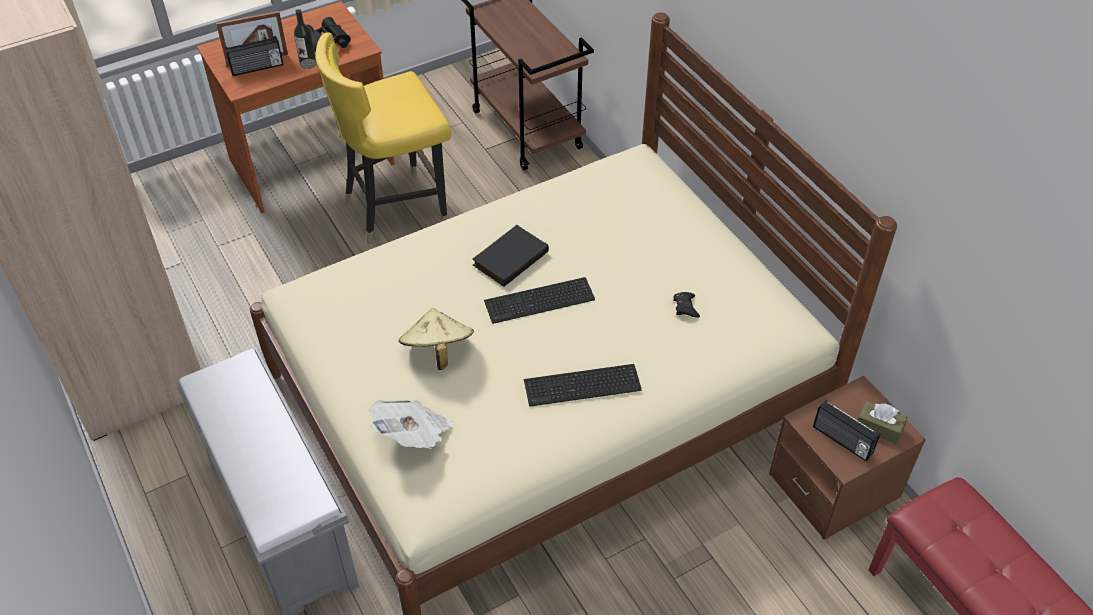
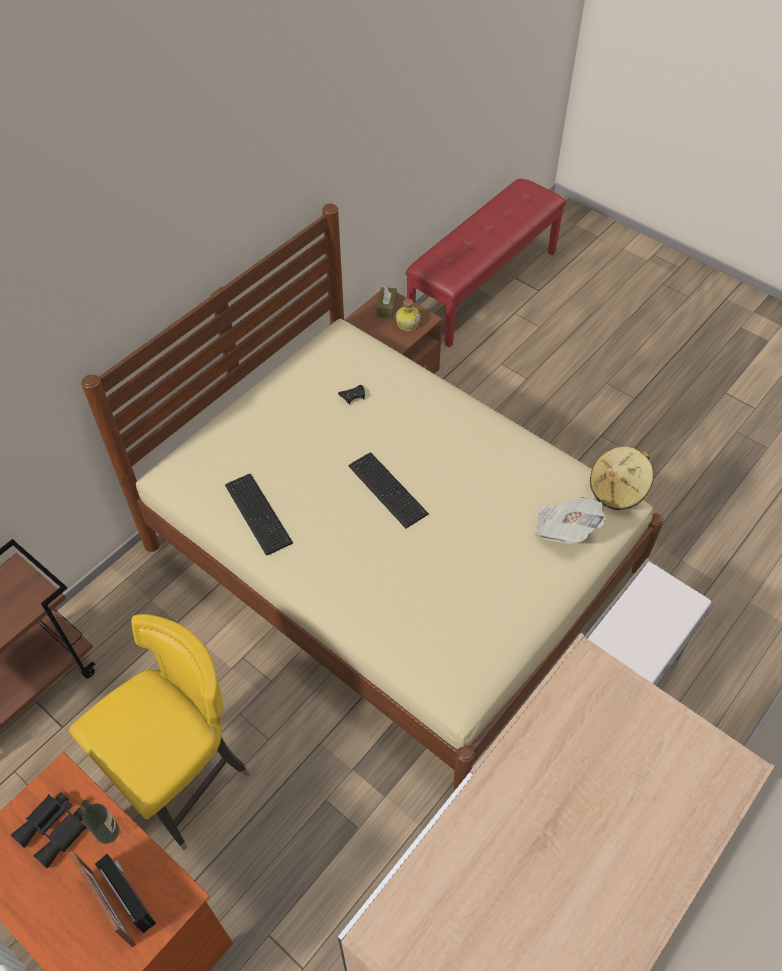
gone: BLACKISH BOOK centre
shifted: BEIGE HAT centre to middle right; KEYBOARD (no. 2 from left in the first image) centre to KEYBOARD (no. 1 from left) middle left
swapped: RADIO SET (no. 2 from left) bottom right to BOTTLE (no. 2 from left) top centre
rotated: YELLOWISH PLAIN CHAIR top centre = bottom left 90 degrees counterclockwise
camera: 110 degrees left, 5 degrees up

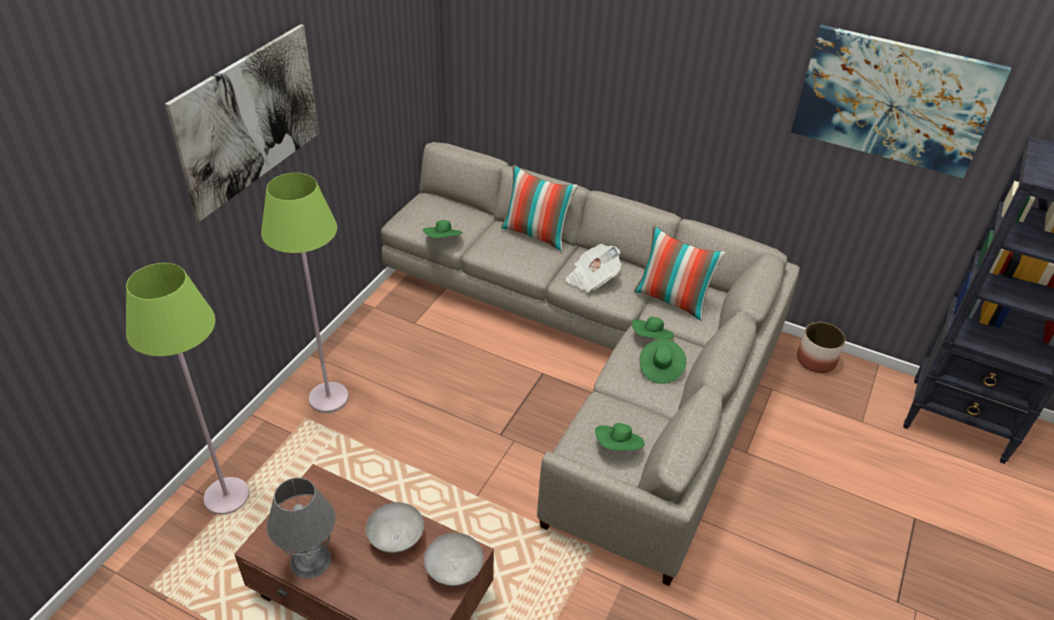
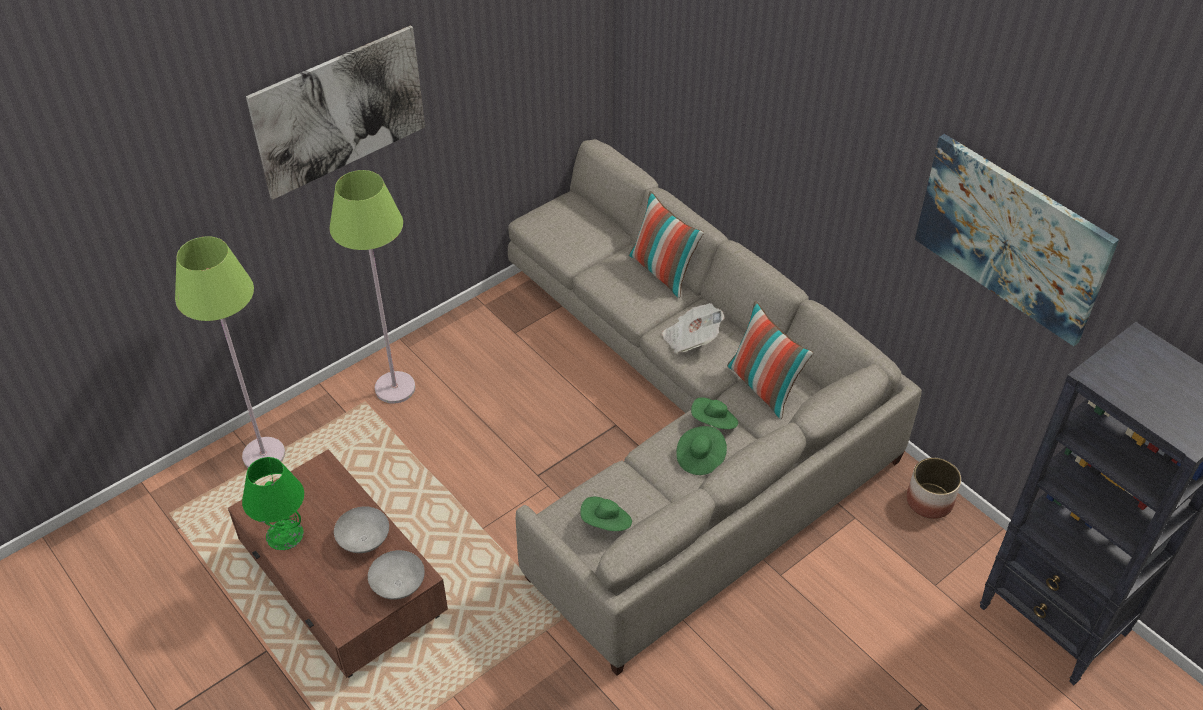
gone: GREEN-COLOURED HAT (no. 1 from left) centre
repainted: GREYISH TABLETOP LAMP bottom left to GREEN-COLOURED TABLETOP LAMP bottom left
camera: 25 degrees right, 5 degrees up

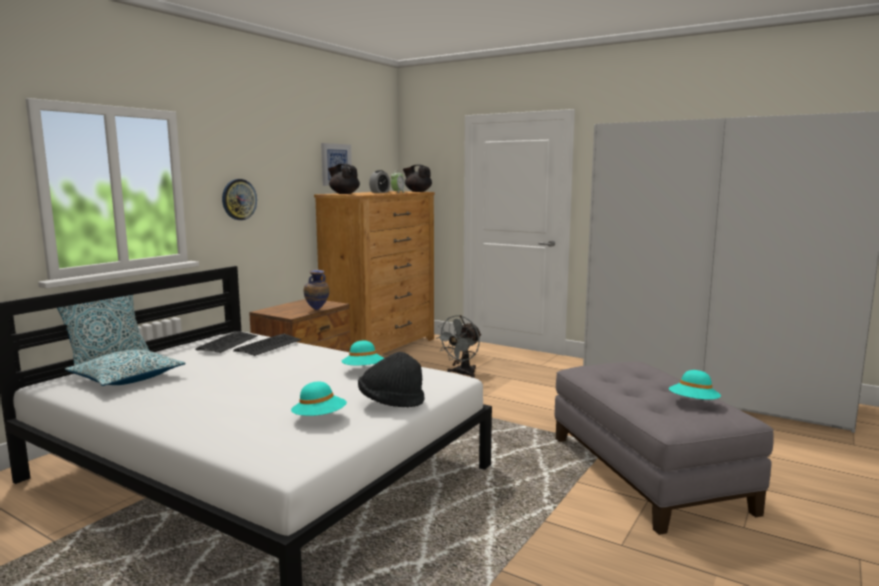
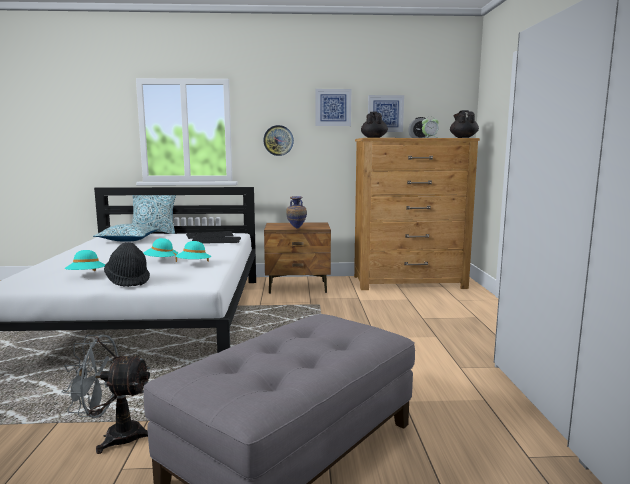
new: WALL PICTURE (no. 1 from left) top centre
shifted: GREYISH FAN centre to bottom left; BLUE-GREEN HAT (no. 3 from left in the first image) middle right to BLUE-GREEN HAT (no. 2 from left) middle left
camera: 55 degrees right, 0 degrees up

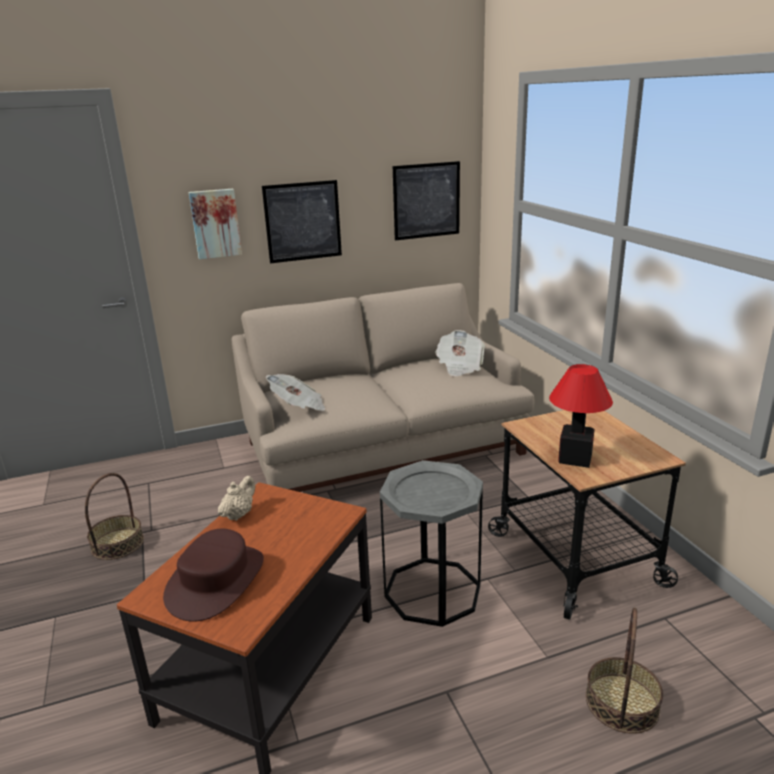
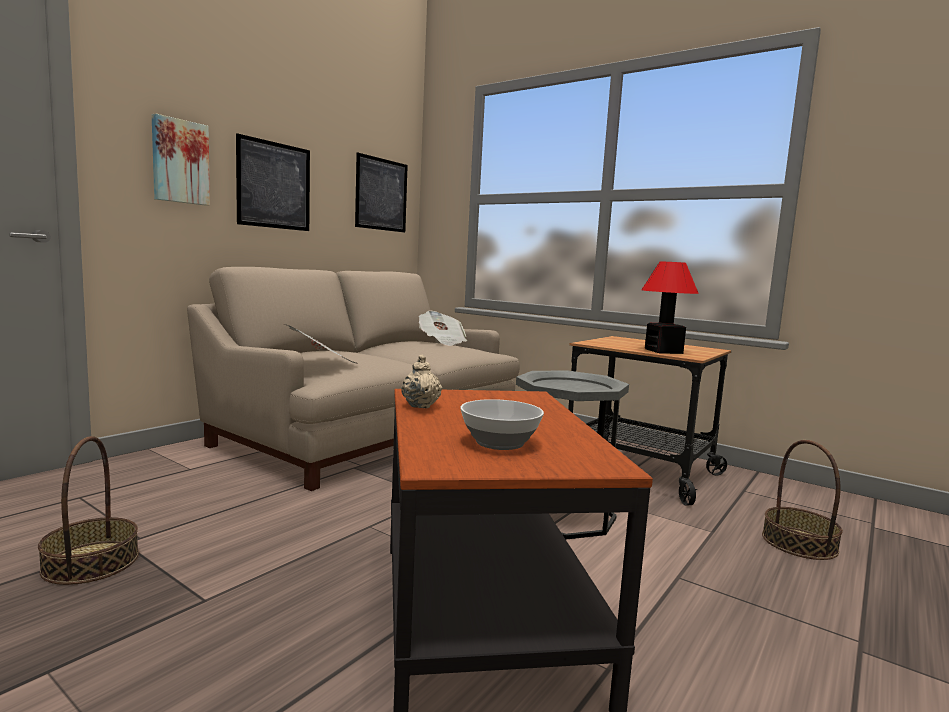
swapped: BROWN-COLOURED HAT bottom left to DEEP DISH centre
camera: 35 degrees left, 15 degrees down

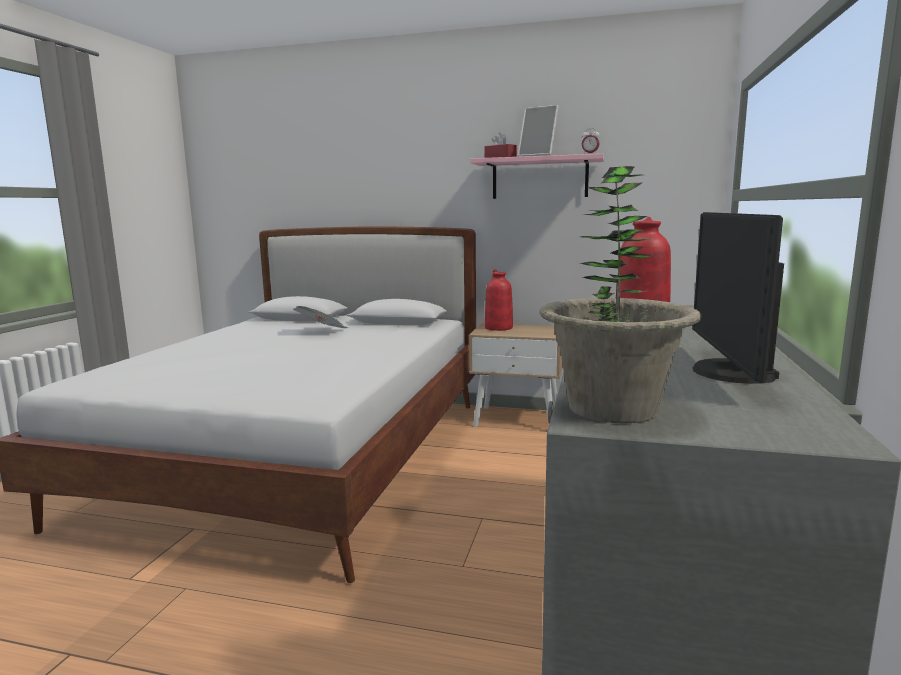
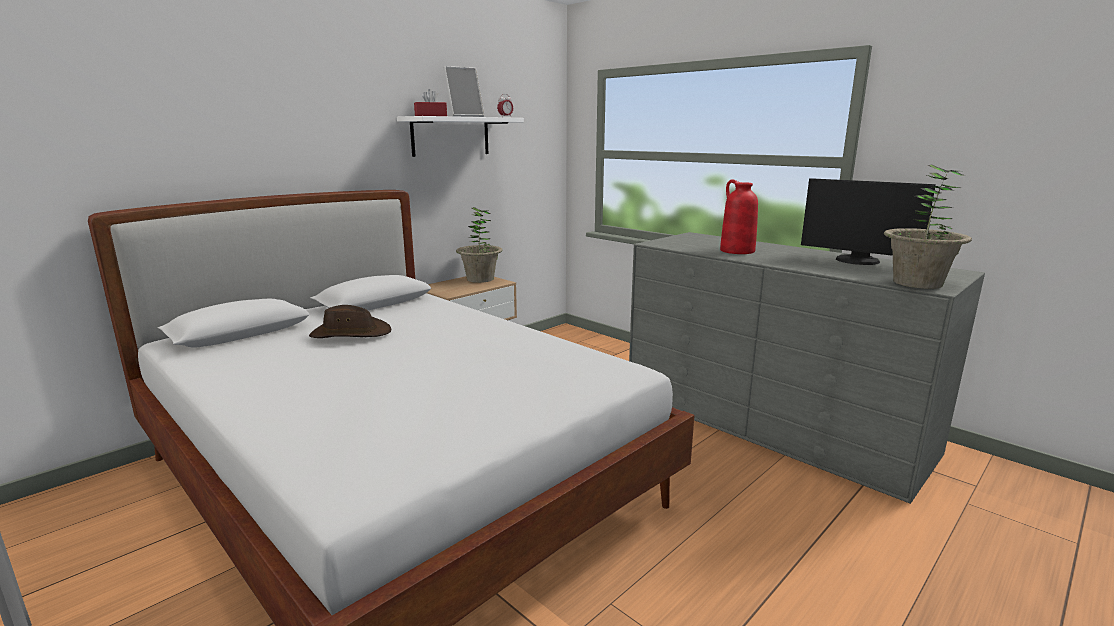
gone: RED DECORATIVE VASE (no. 1 from left) centre
new: POTTED PLANT (no. 1 from left) centre
swapped: NEWSPAPER centre to BROWN-COLOURED HAT middle left
repainted: PINKISH BRACKET SHELF top centre to WHITE-COLOURED BRACKET SHELF top centre
camera: 60 degrees left, 5 degrees up

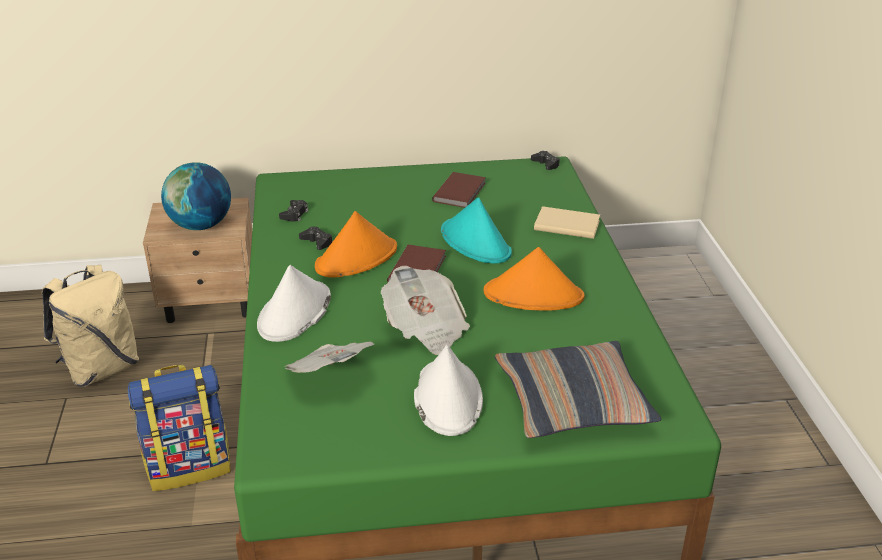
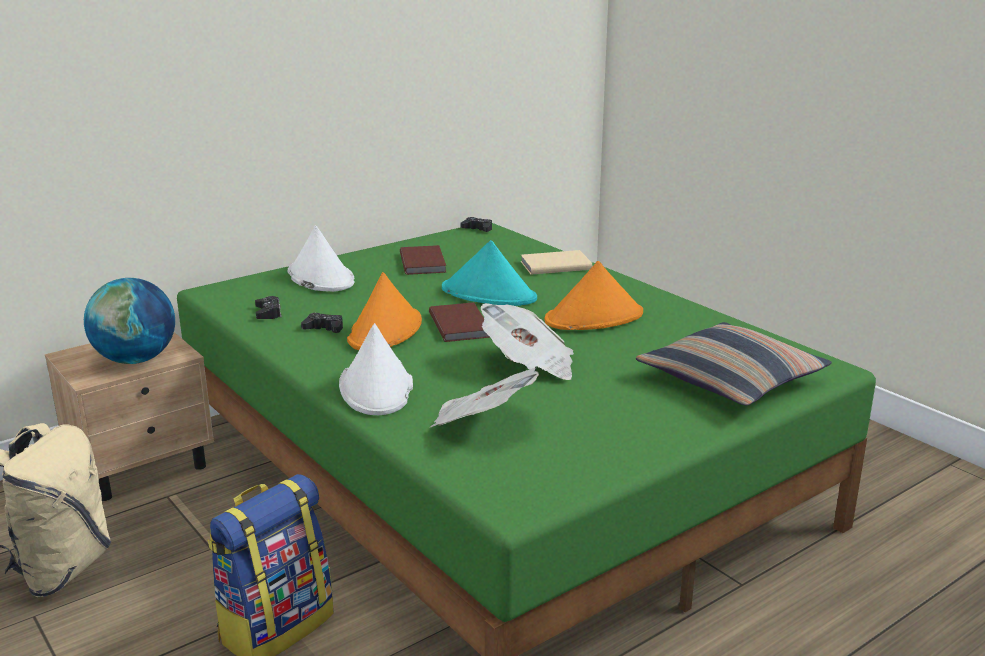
shifted: WHITE-COLOURED HAT (no. 2 from left in the first image) bottom centre to WHITE-COLOURED HAT (no. 1 from left) middle left
camera: 30 degrees left, 10 degrees down

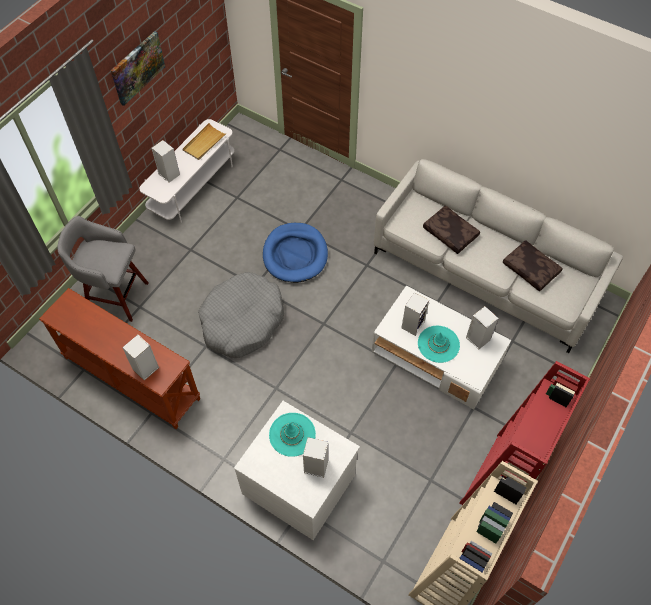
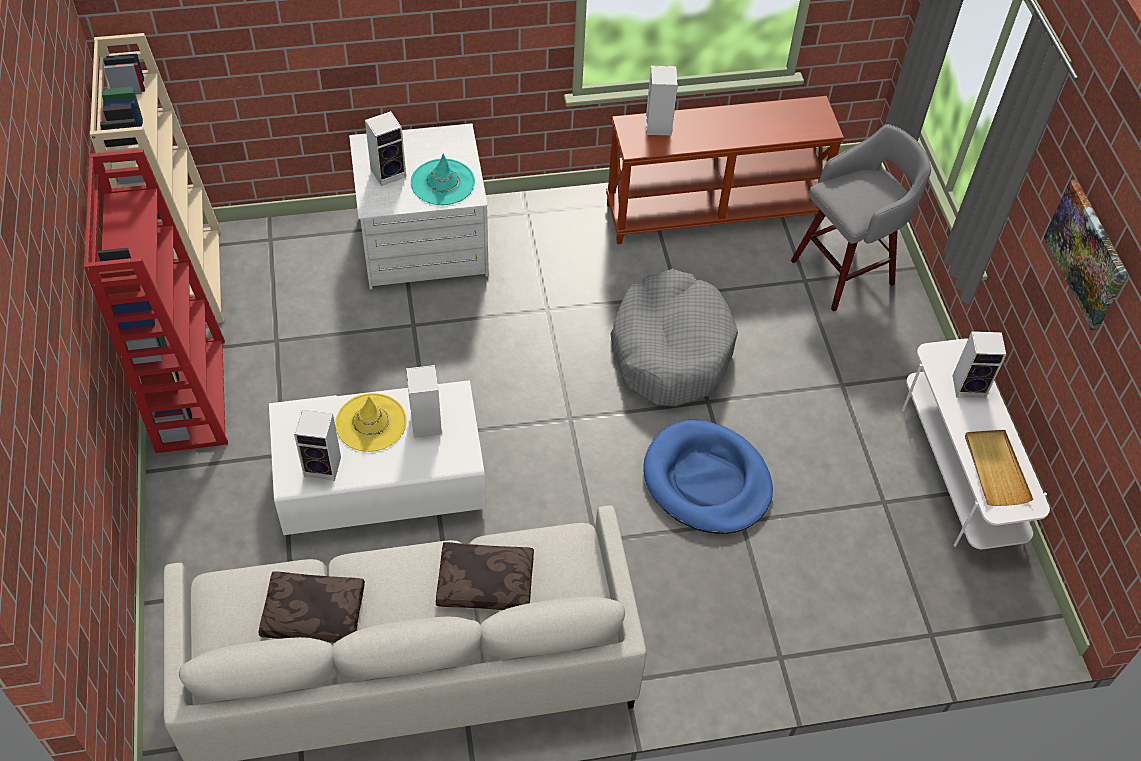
repainted: BLUE-GREEN HAT (no. 2 from left) middle right to YELLOWISH HAT middle left
camera: 135 degrees right, 5 degrees down

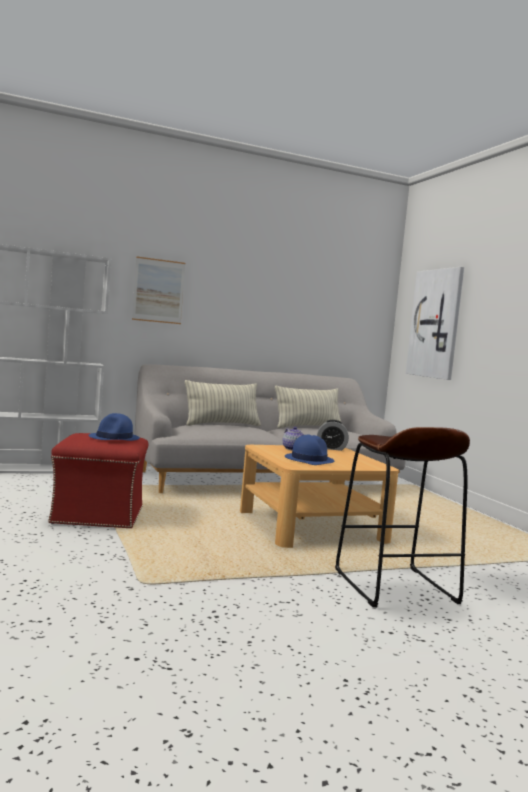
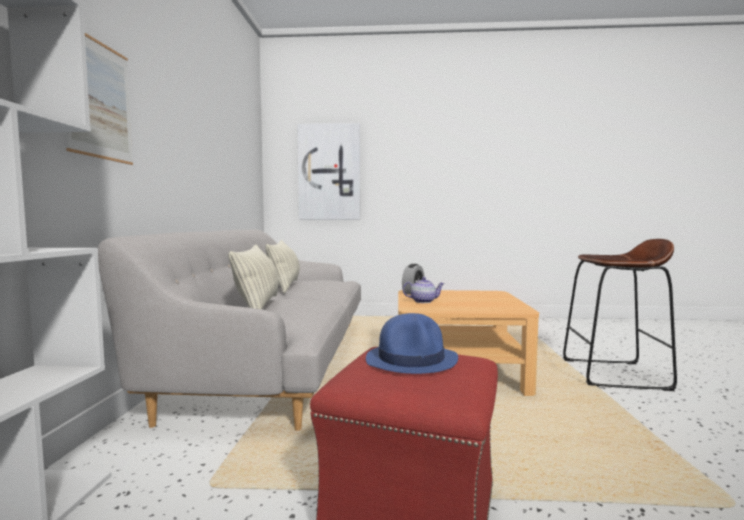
gone: BLUISH HAT (no. 2 from left) centre
camera: 65 degrees left, 0 degrees up

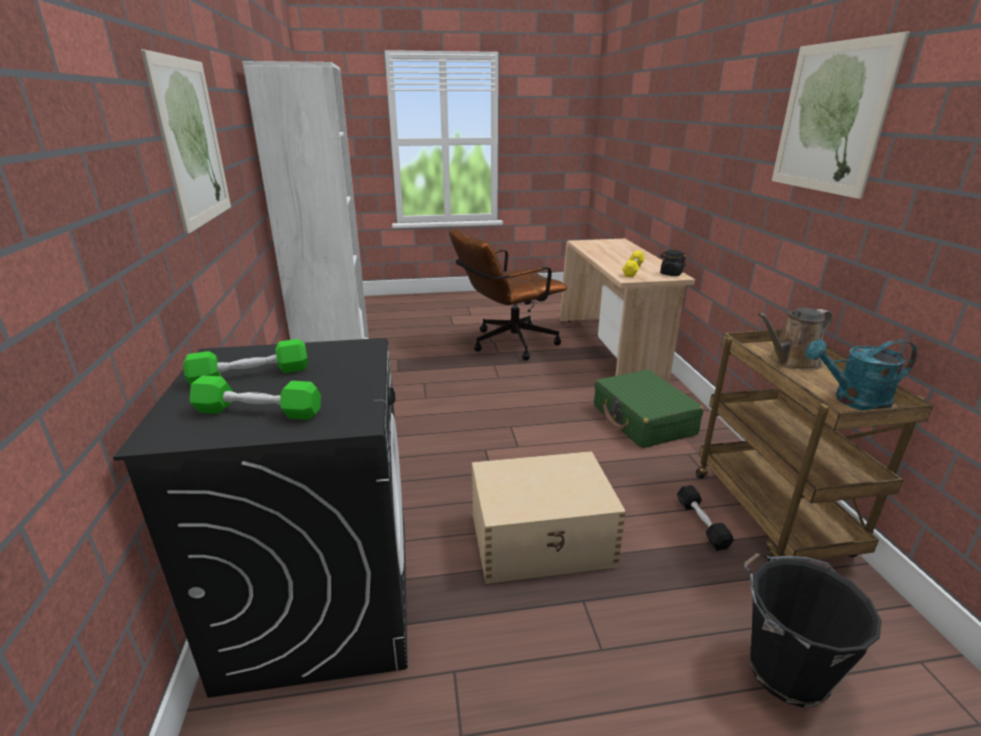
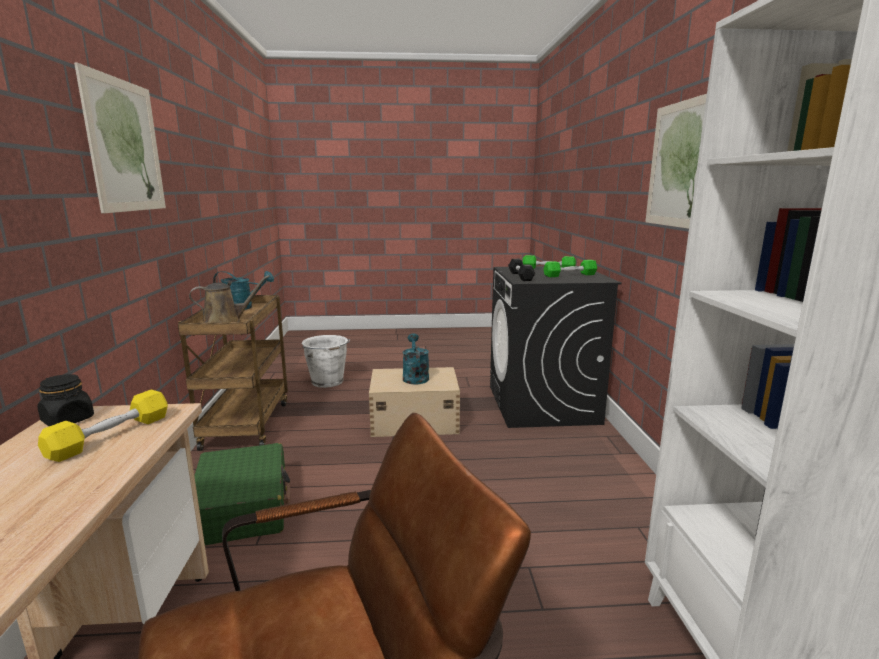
new: BLUE-GREEN SPRINKLING CAN (no. 2 from left) centre
shifted: BLACKISH HAND WEIGHT bottom right to centre
repainted: BLACKISH WATER BUCKET bottom right to WHITE-COLOURED WATER BUCKET centre
camera: 175 degrees left, 10 degrees down

